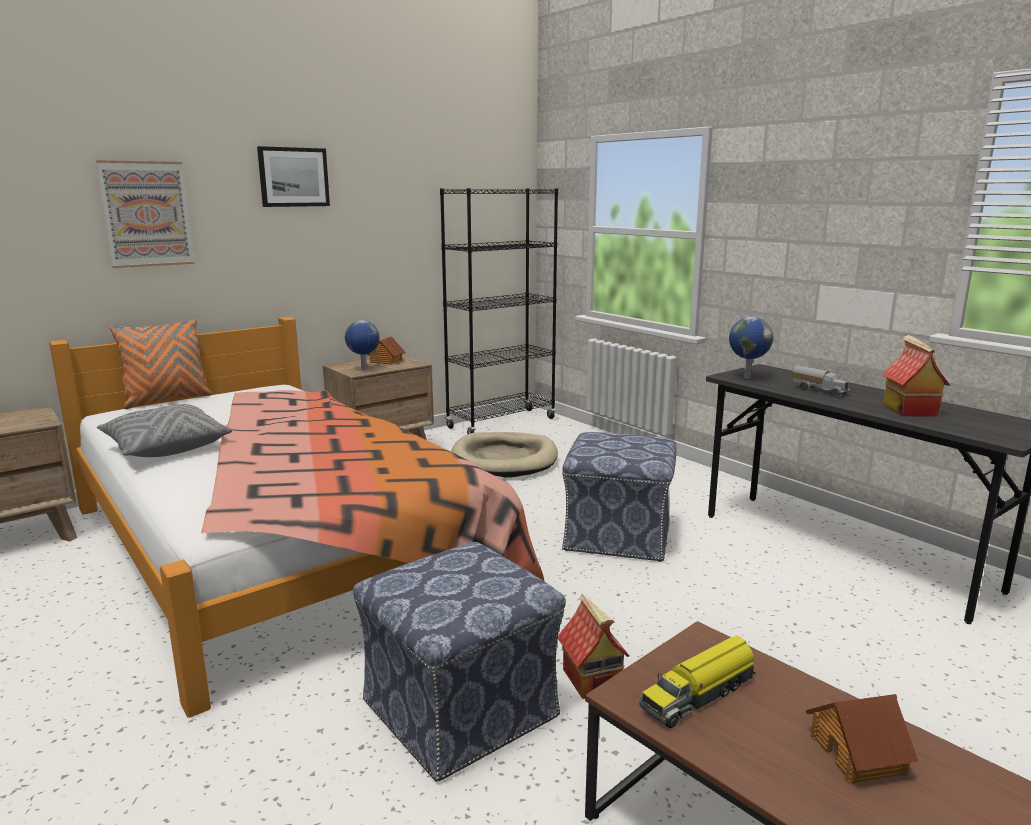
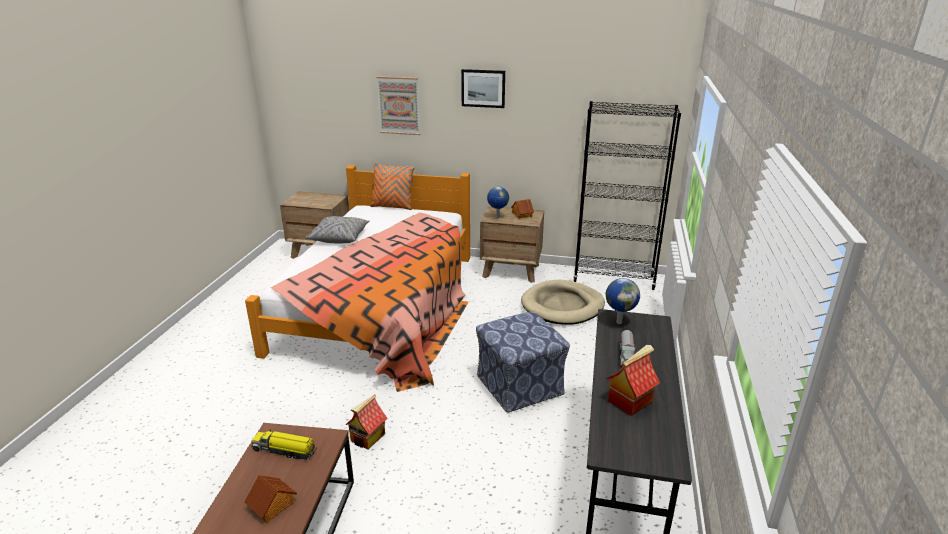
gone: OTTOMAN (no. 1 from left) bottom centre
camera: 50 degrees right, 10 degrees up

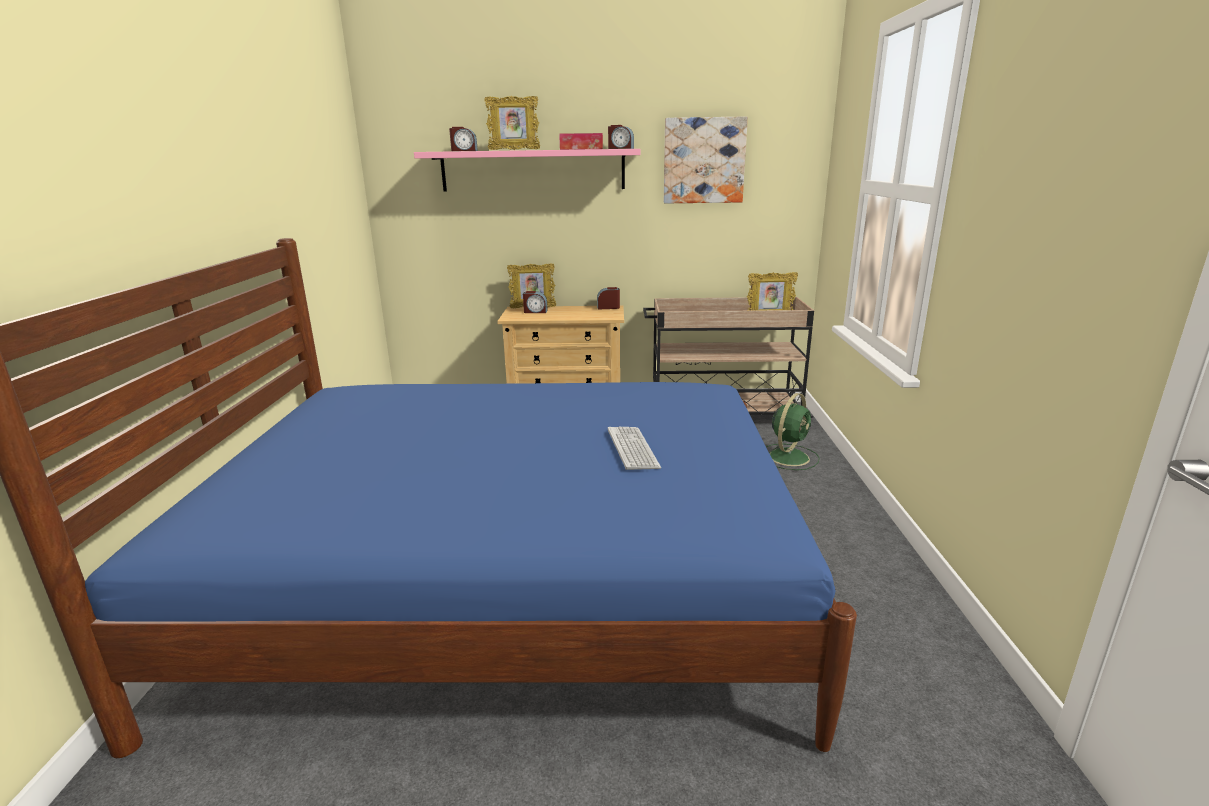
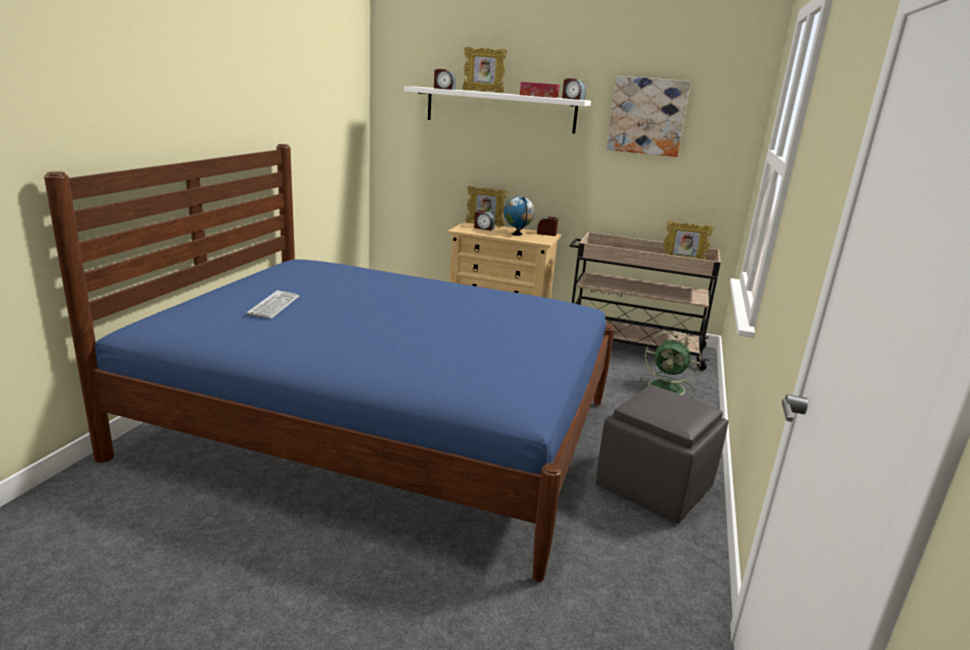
new: WORLD GLOBE top centre; GREYISH OTTOMAN bottom right
shifted: KEYBOARD centre to middle left
repainted: PINKISH BRACKET SHELF top centre to WHITE-COLOURED BRACKET SHELF top centre
rotated: GREEN-COLOURED FAN centre = middle right 60 degrees clockwise
camera: 15 degrees right, 0 degrees up

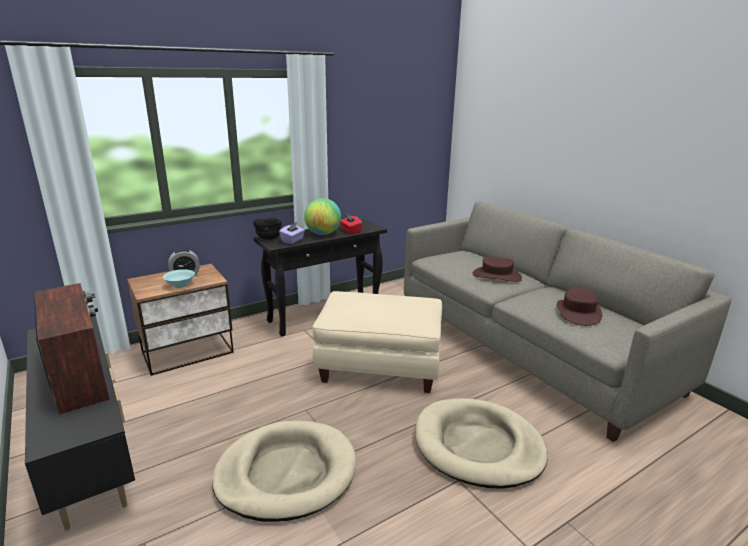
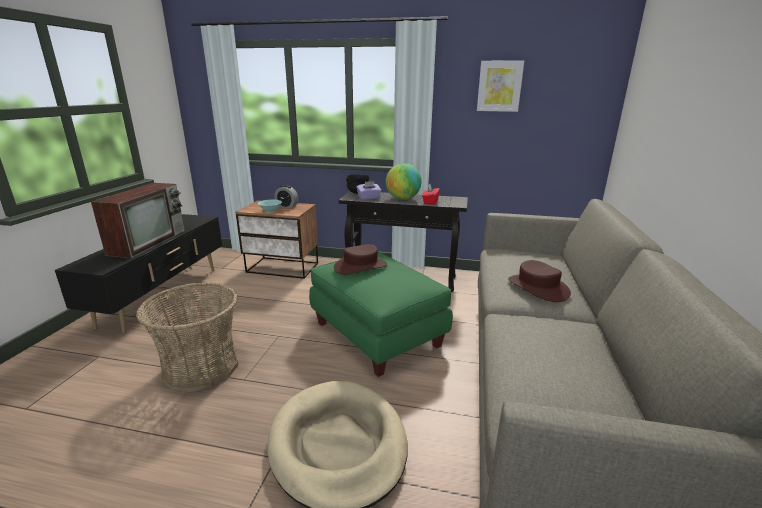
new: WALL PICTURE top centre
shifted: BROWN-COLOURED HAT (no. 2 from left in the first image) middle right to BROWN-COLOURED HAT (no. 1 from left) centre
swapped: BEIGE DOG BED (no. 1 from left) bottom centre to HOUSEHOLD BASKET middle left
repainted: BEIGE OTTOMAN centre to GREEN-COLOURED OTTOMAN centre
camera: 45 degrees right, 0 degrees up

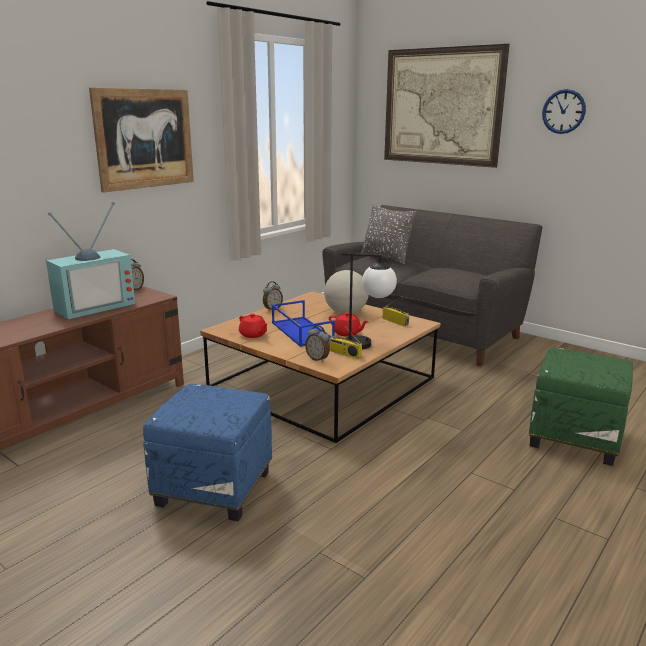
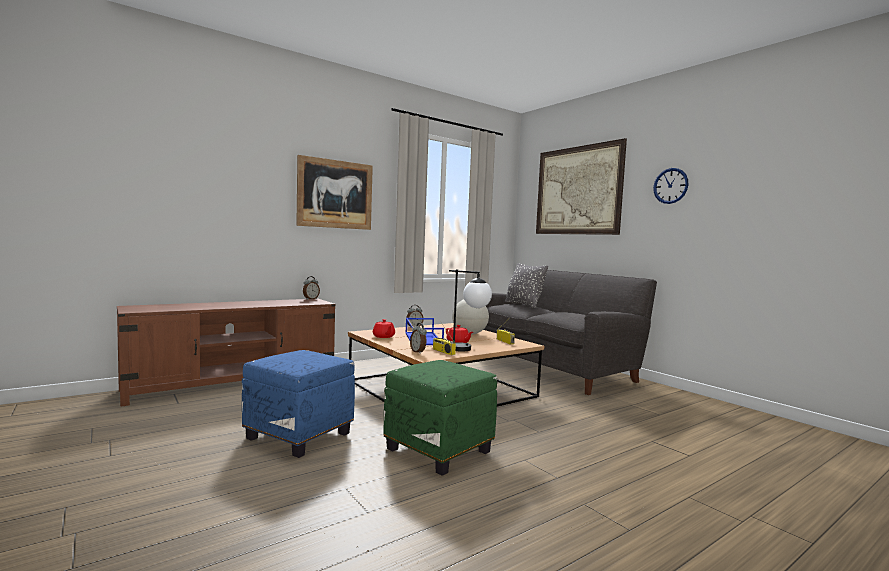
gone: TELEVISION middle left
shifted: GREEN-COLOURED OTTOMAN middle right to bottom centre
camera: 15 degrees right, 15 degrees down

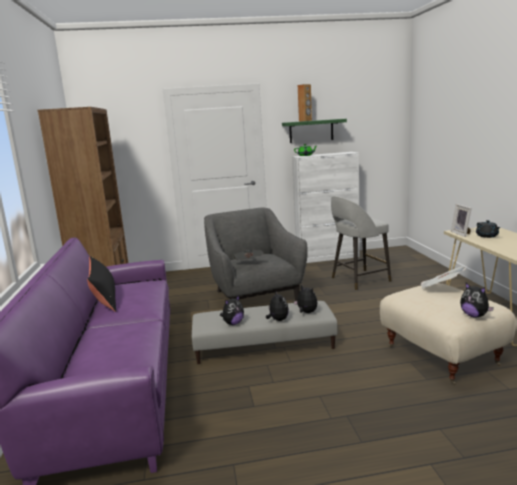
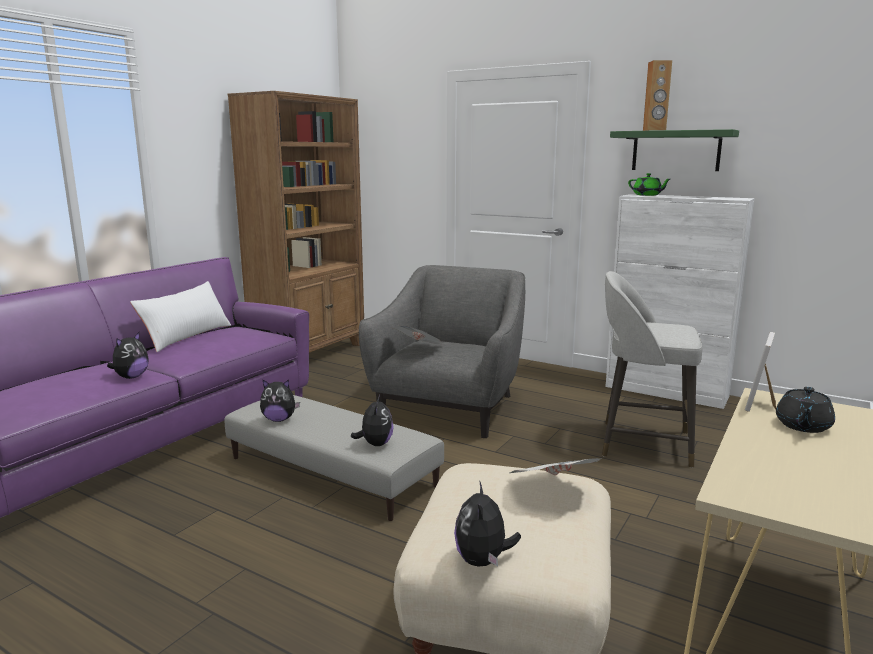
shifted: CUDDLY TOY (no. 2 from left in the first image) centre to CUDDLY TOY (no. 1 from left) middle left
repainted: BLACKISH PILLOW middle left to WHITE-COLOURED PILLOW middle left
camera: 40 degrees right, 0 degrees up

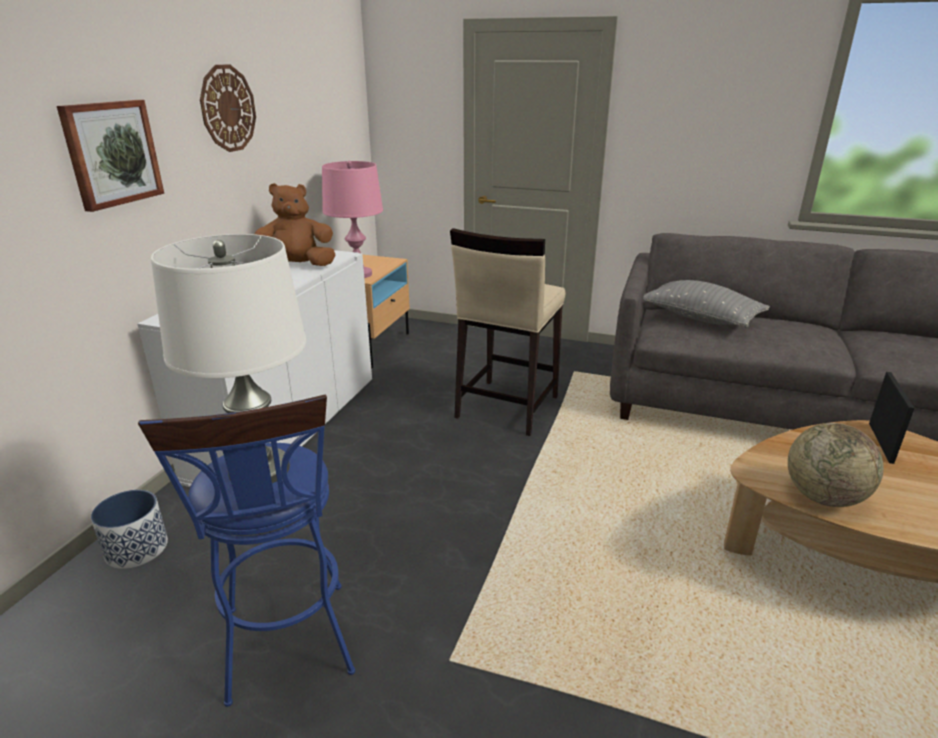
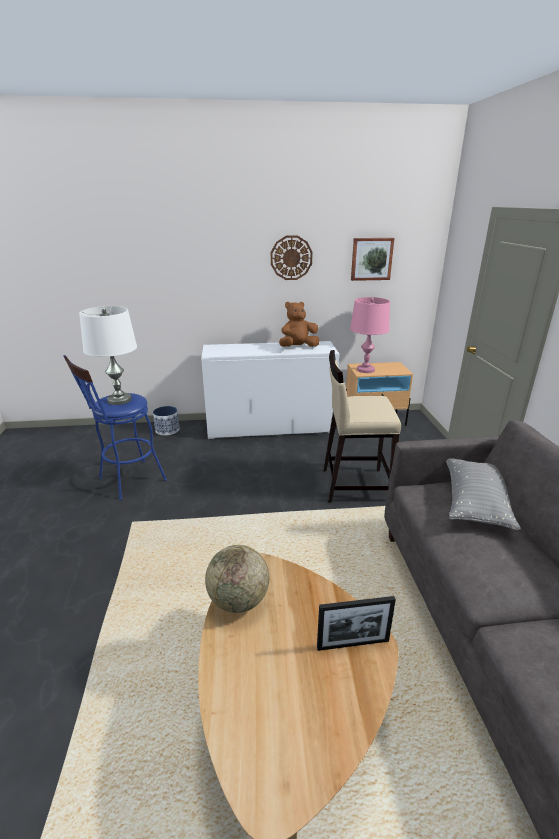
shifted: WALL PICTURE top left to top centre
rotated: BROWN-COLOURED CUDDLY TOY top left = centre 75 degrees counterclockwise
camera: 65 degrees right, 0 degrees up

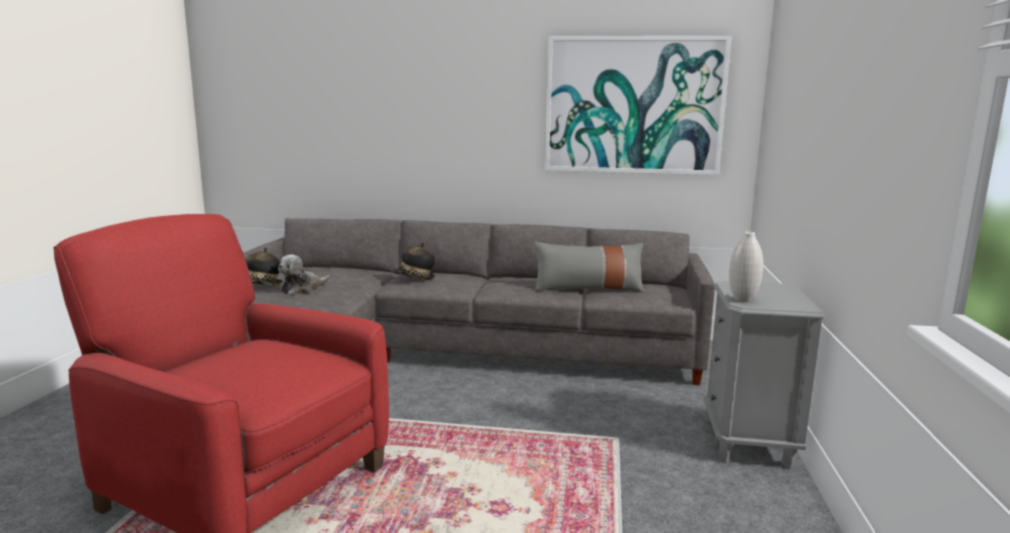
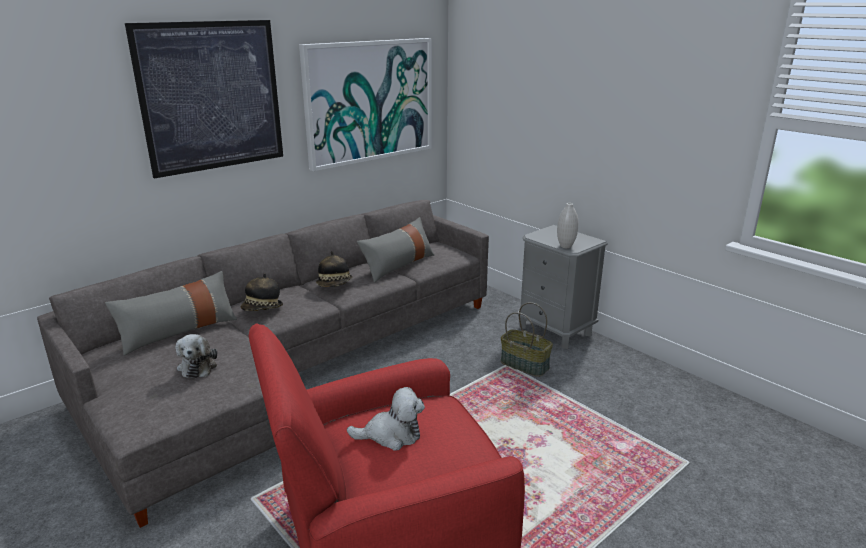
new: GREYISH PILLOW (no. 1 from left) middle left; WALL PICTURE (no. 1 from left) top left; CUDDLY TOY (no. 2 from left) bottom centre; HOUSEHOLD BASKET centre
shifted: HAT (no. 1 from left in the first image) middle left to HAT (no. 2 from left) centre
camera: 50 degrees left, 10 degrees up

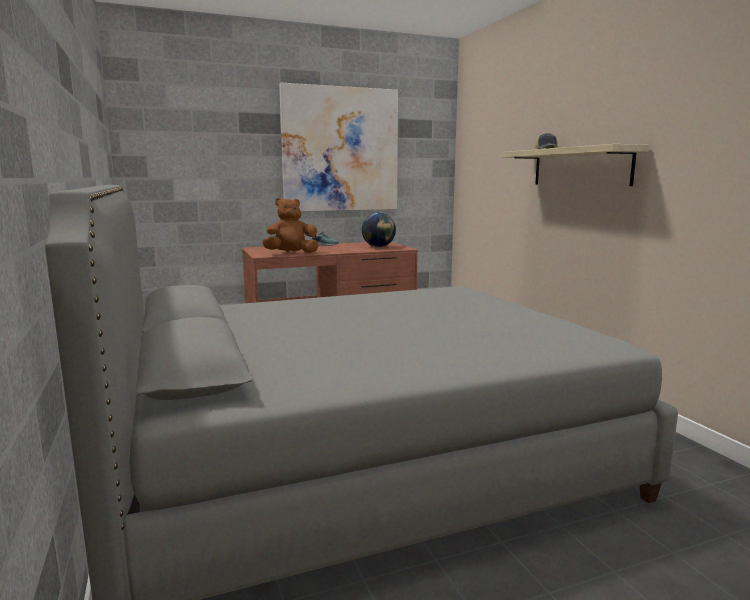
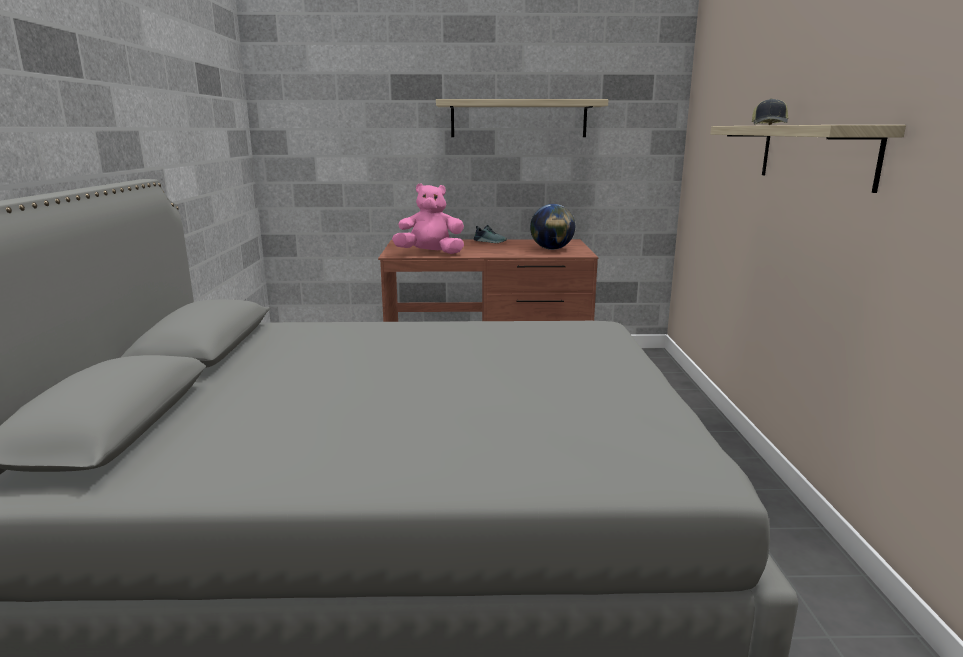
swapped: WALL PICTURE top centre to BRACKET SHELF (no. 1 from left) top centre
repainted: BROWN-COLOURED CUDDLY TOY centre to PINKISH CUDDLY TOY centre
camera: 20 degrees right, 5 degrees up

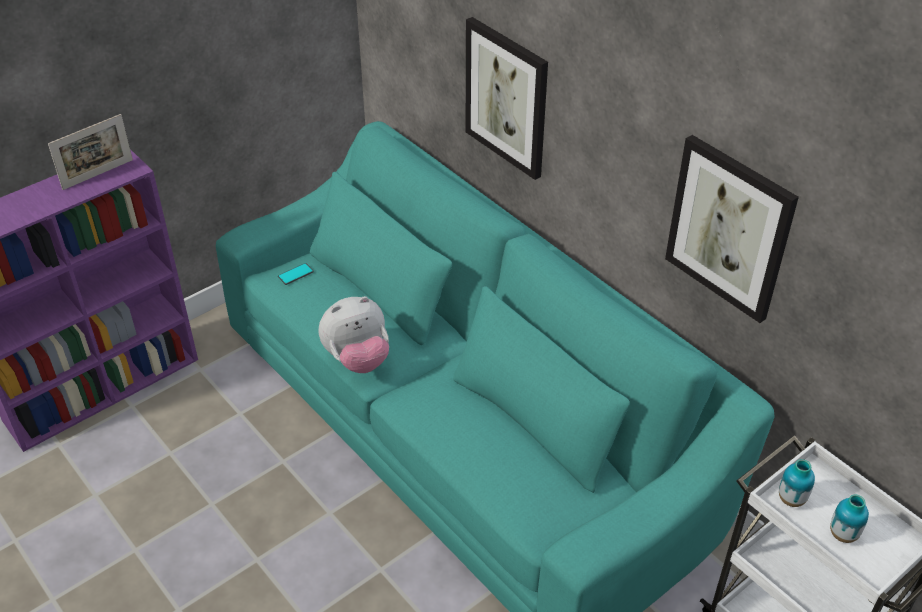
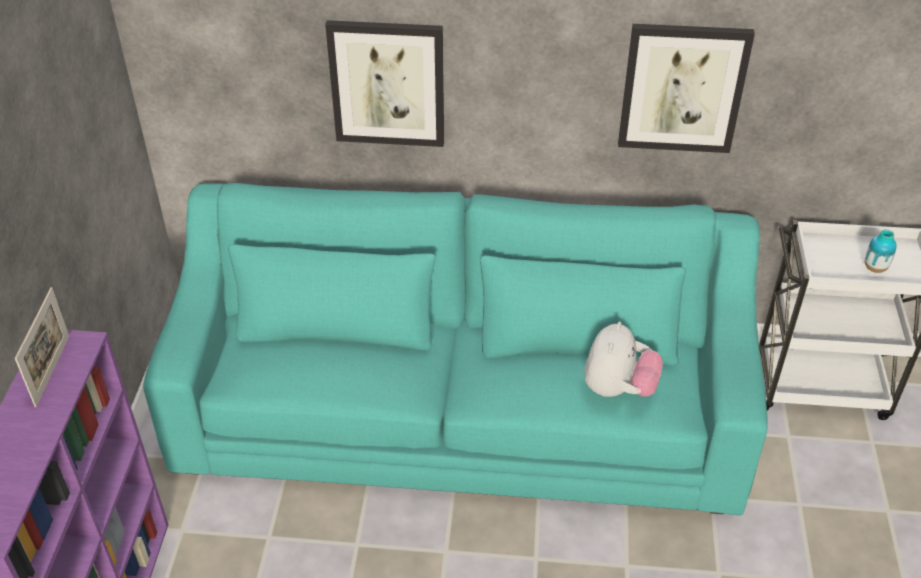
gone: HANDSET middle left; DECORATIVE VASE (no. 1 from left) bottom right
shifted: CUDDLY TOY centre to middle right
camera: 45 degrees left, 0 degrees up

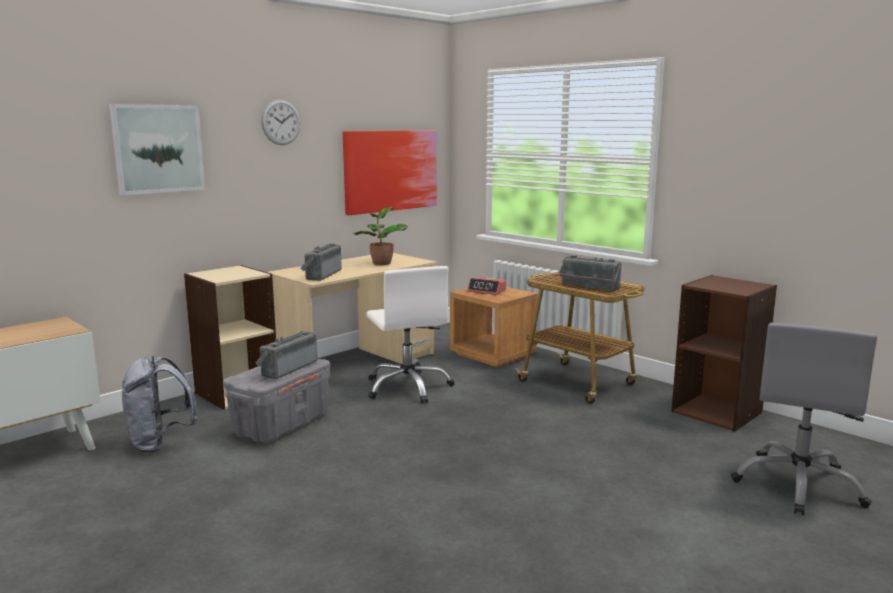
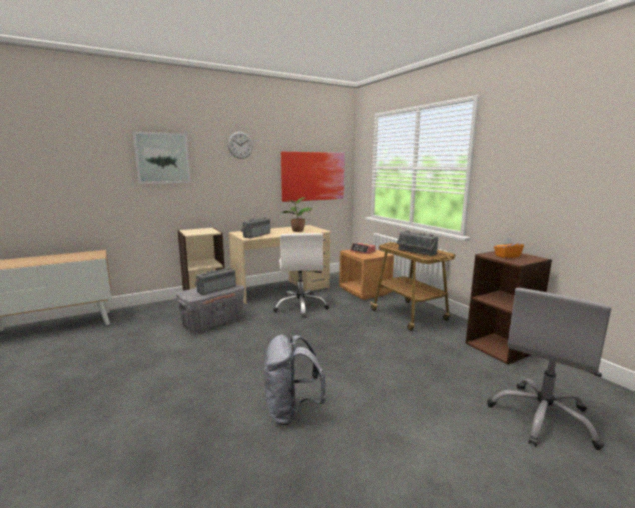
new: ORANGE-COLOURED TISSUE BOX middle right
shifted: GREYISH KNAPSACK bottom left to bottom centre
camera: 15 degrees right, 0 degrees up

